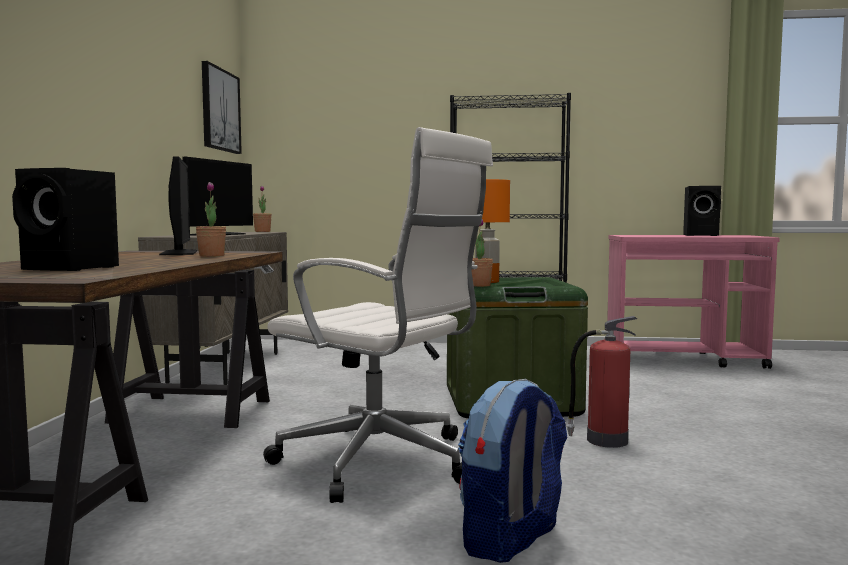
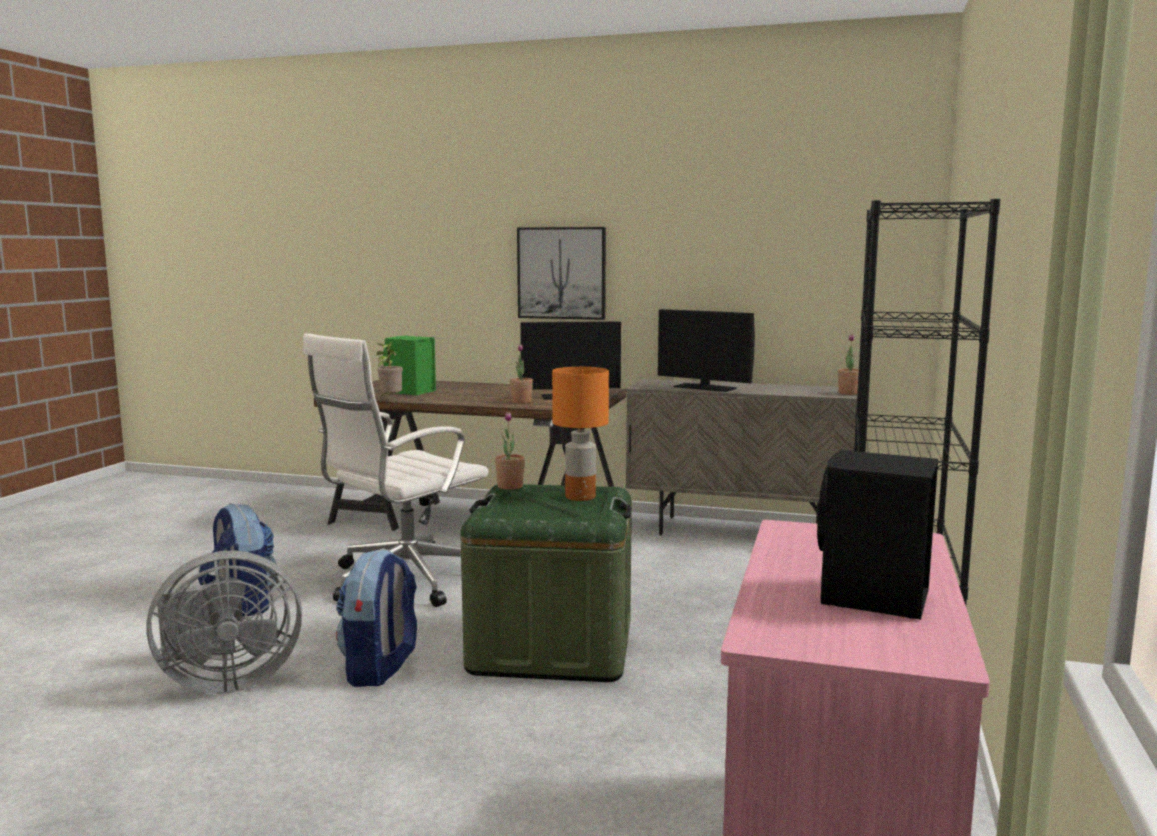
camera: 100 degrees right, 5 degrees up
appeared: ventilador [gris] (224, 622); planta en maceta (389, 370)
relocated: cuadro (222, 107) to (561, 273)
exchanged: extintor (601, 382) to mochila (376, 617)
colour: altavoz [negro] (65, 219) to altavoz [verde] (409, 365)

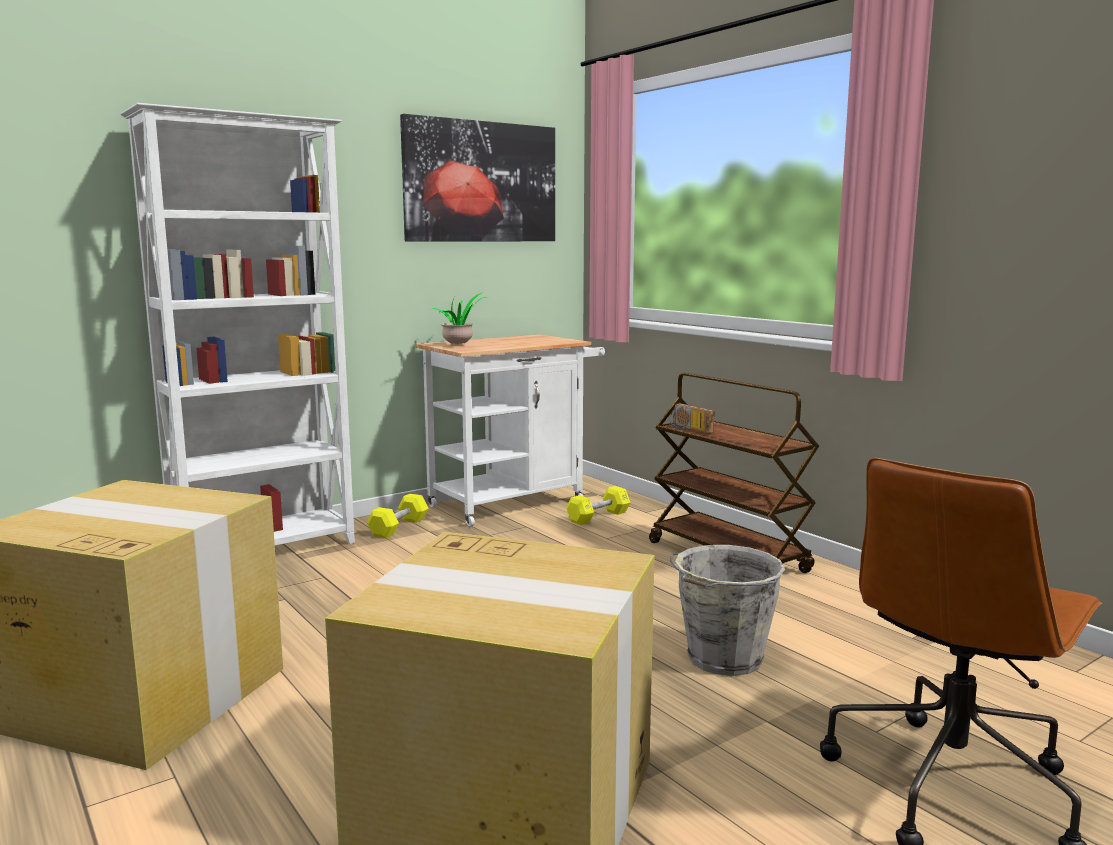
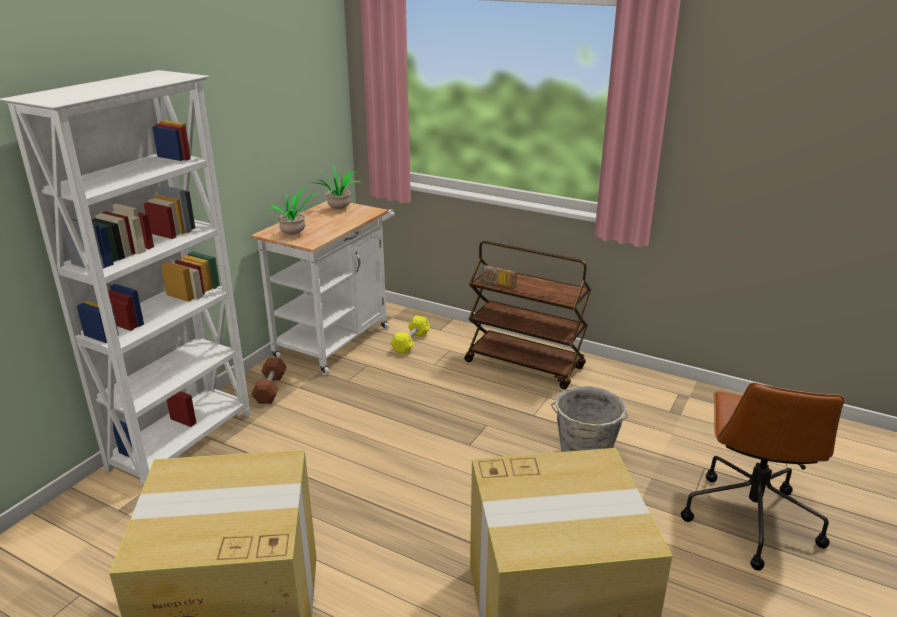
camera: 25 degrees left, 15 degrees up
missing: cuadro (477, 177)
appeared: planta en maceta (338, 188)
colour: mancuerna [amarillo] (398, 516) to mancuerna [marrón] (269, 381)

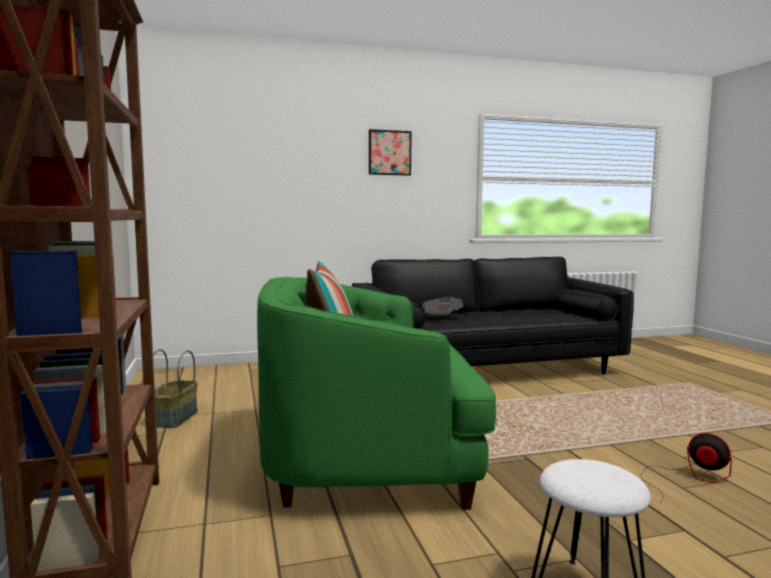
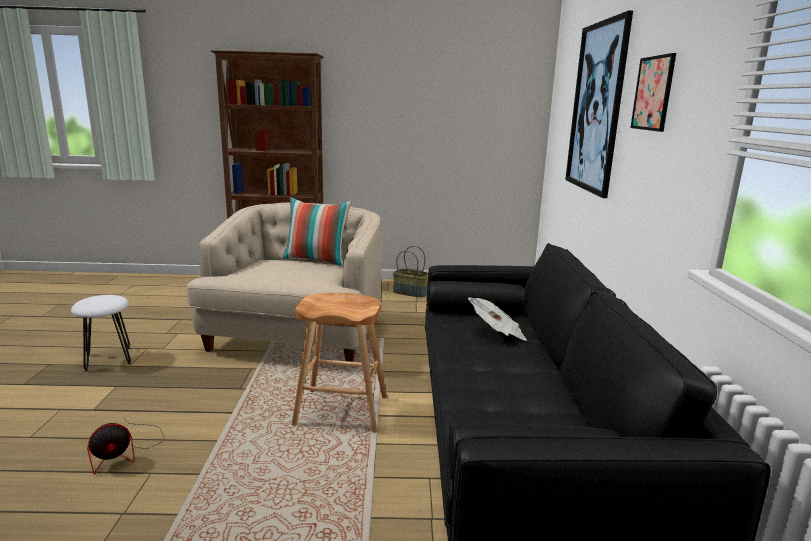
camera: 105 degrees right, 10 degrees up
appeared: taburete [marrón] (339, 363); cuadro (599, 104)
colour: sillón [verde] (376, 393) to sillón [beis] (284, 282)

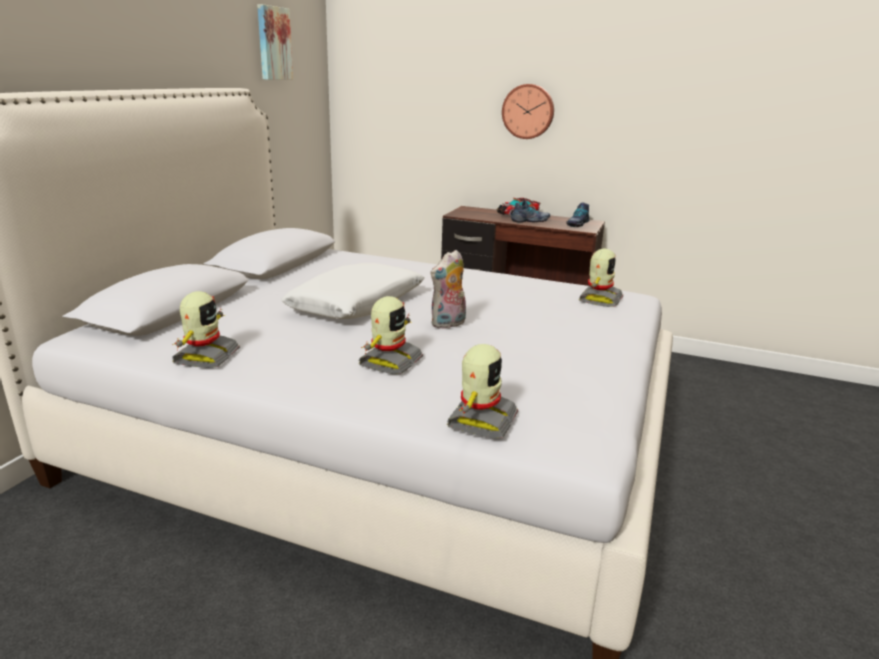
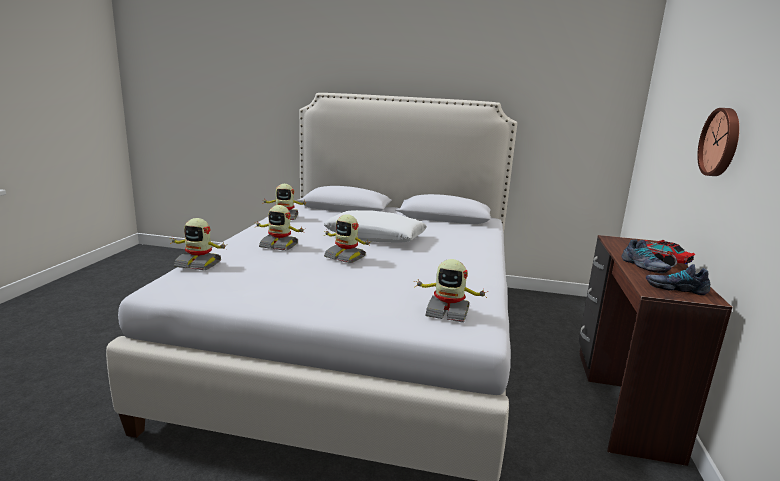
camera: 80 degrees right, 5 degrees down
missing: cuadro (275, 42)
exchanged: peluche (448, 289) to robot de juguete (348, 238)

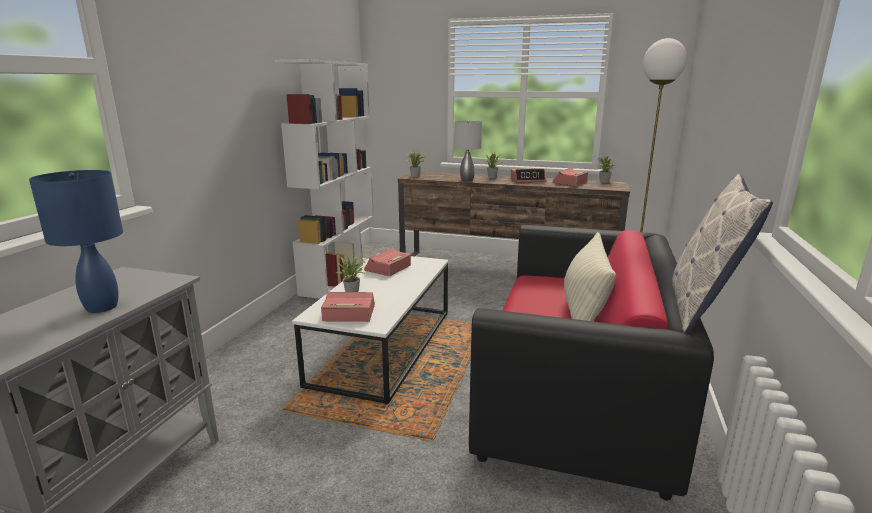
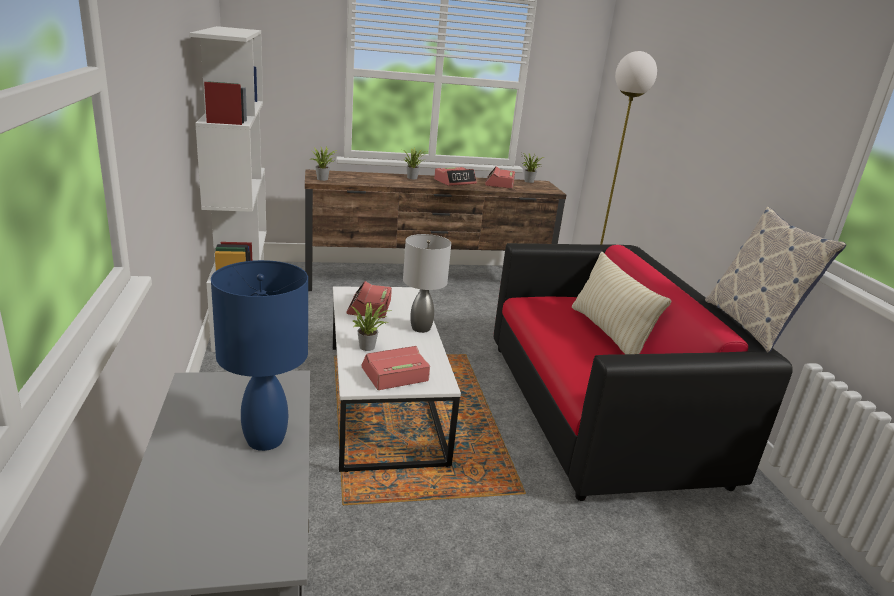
camera: 30 degrees left, 5 degrees up
relocated: lámpara de mesa [gris] (468, 151) to (427, 283)

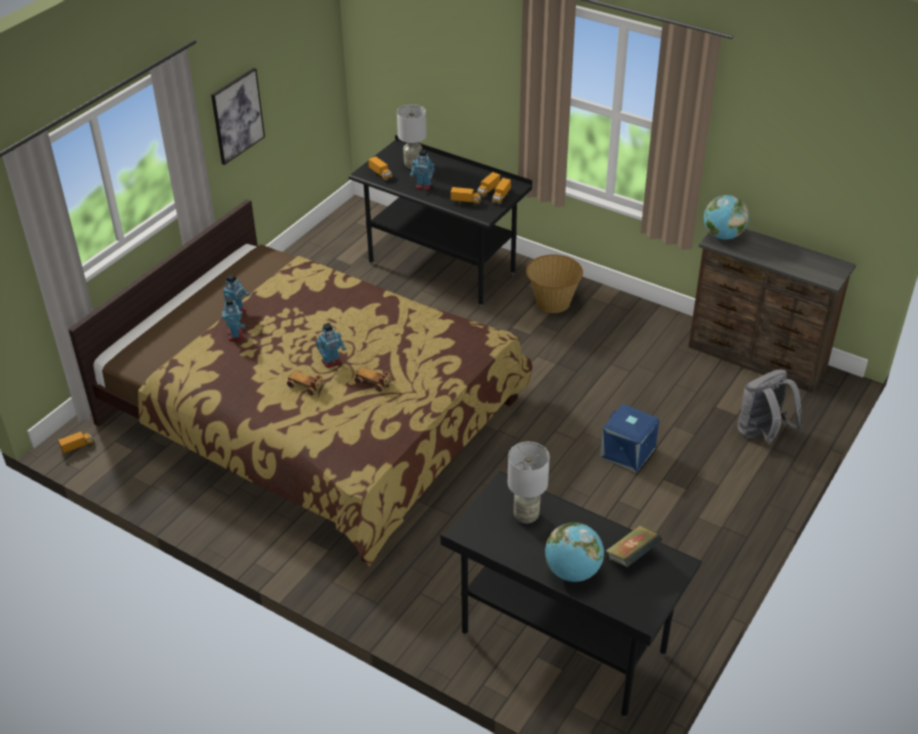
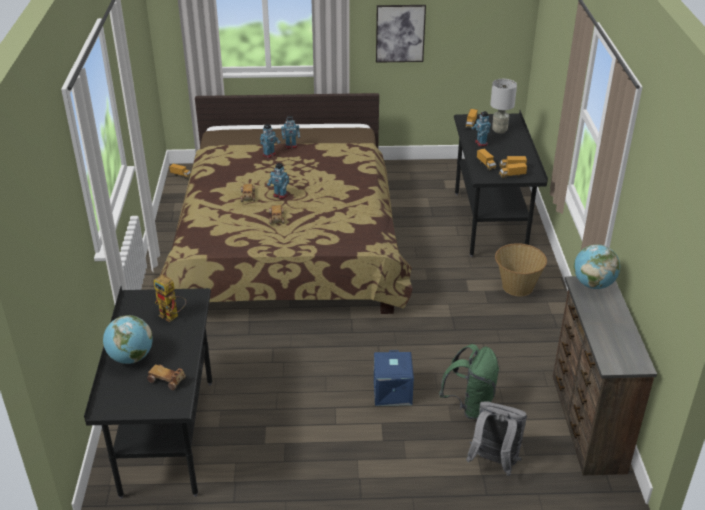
camera: 55 degrees right, 5 degrees down
appeared: mochila [verde] (469, 381)
exchanged: lámpara de mesa [gris] (529, 483) to robot de juguete (170, 298); libro (634, 546) to coche de juguete (166, 377)

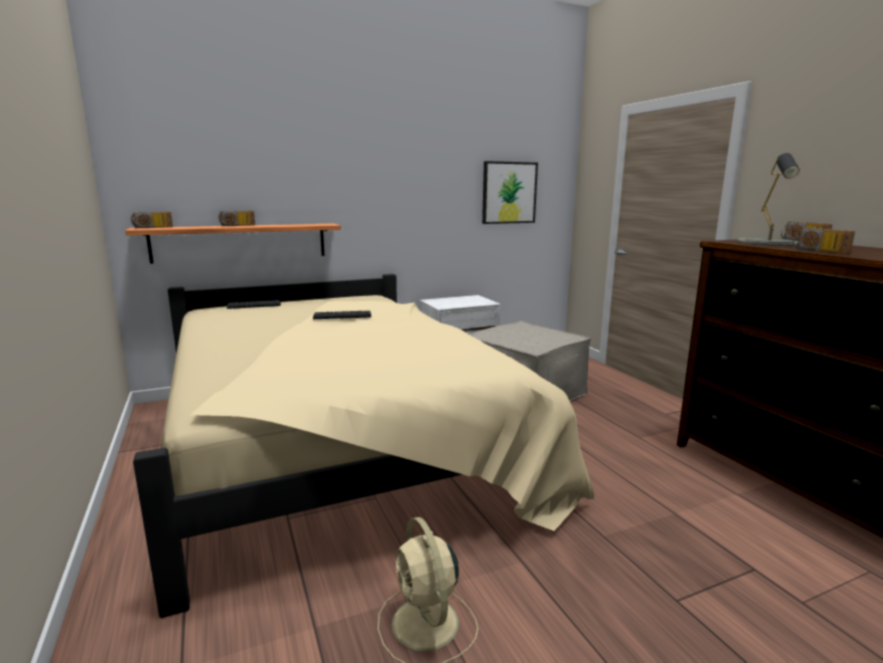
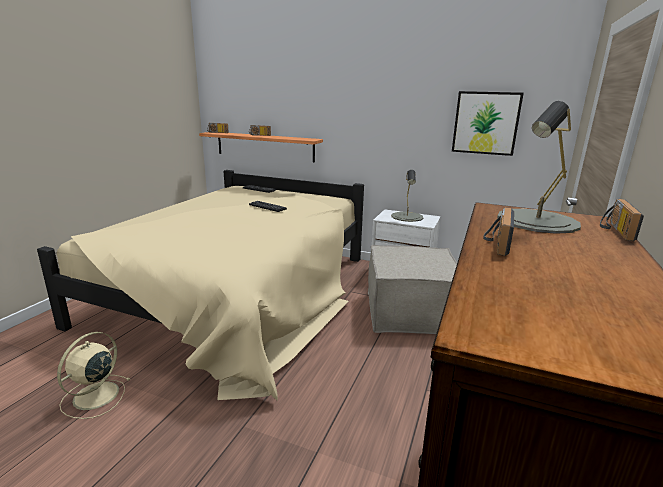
camera: 45 degrees right, 5 degrees up
appeared: lámpara de mesa [gris] (407, 196)

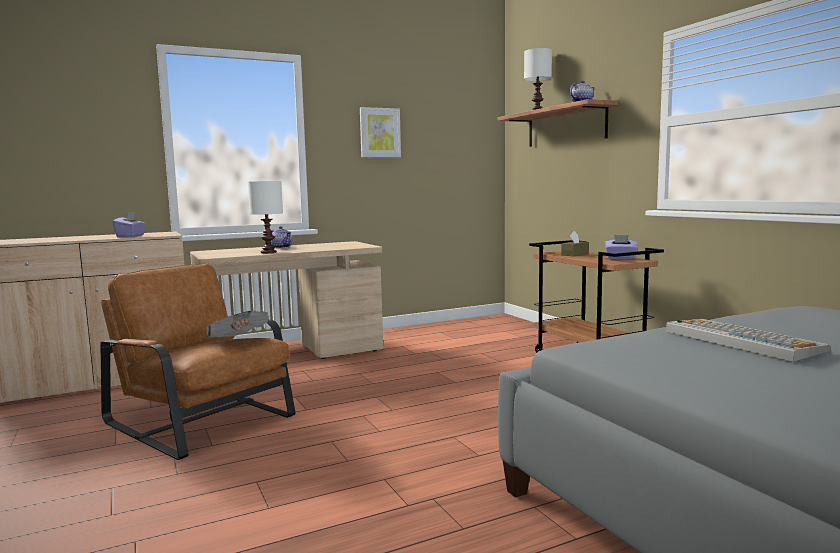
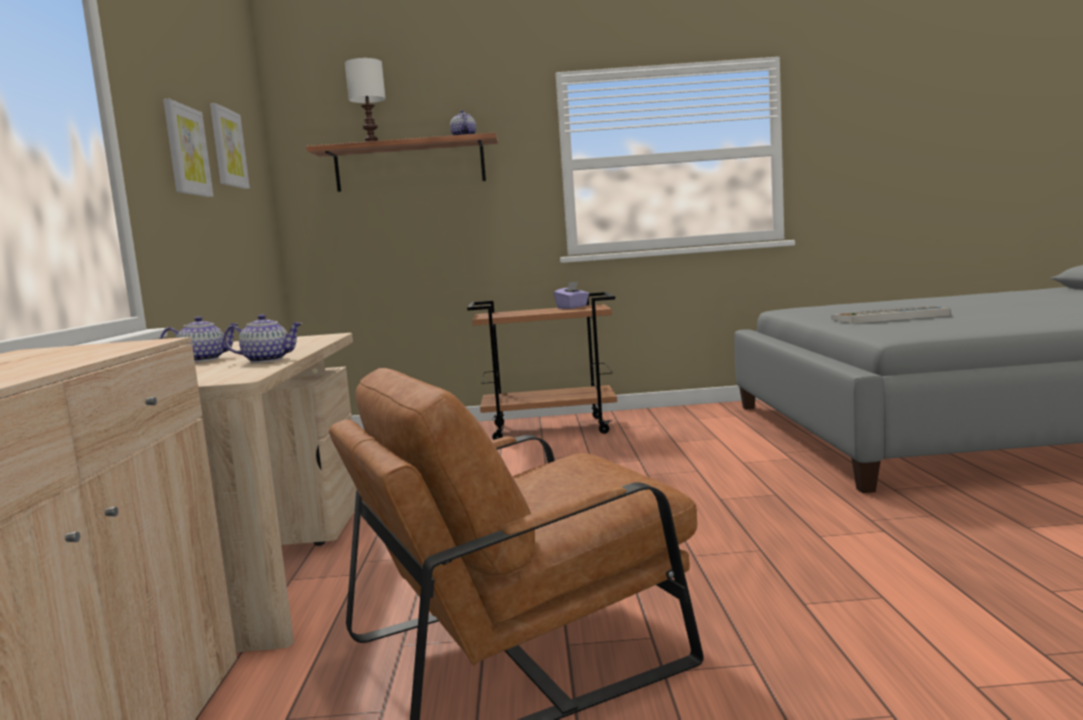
camera: 65 degrees left, 0 degrees up
missing: caja de pañuelos [morado] (129, 225); periódico (238, 324); caja de pañuelos [marrón] (575, 243)
appeared: cuadro (230, 146)
exchanged: lámpara de mesa [blanco] (265, 217) to tetera (263, 338)

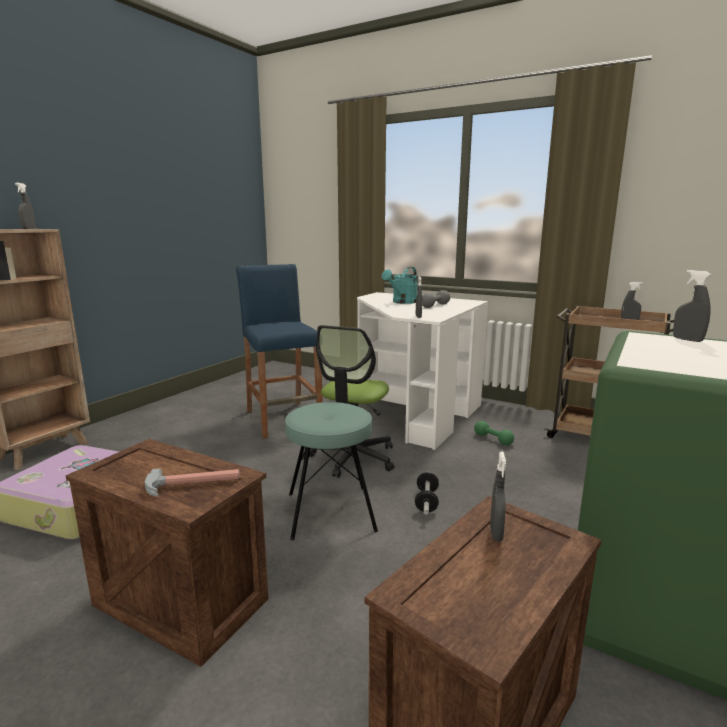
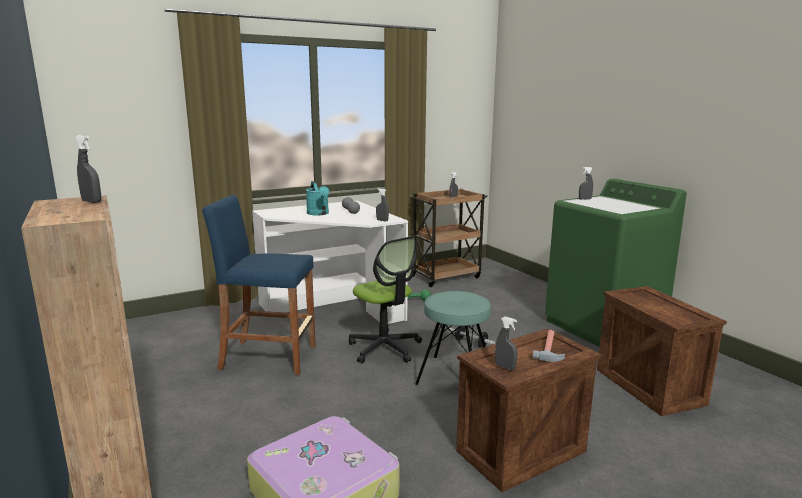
camera: 60 degrees left, 0 degrees up
relocated: pulverizador [gris] (498, 496) to (506, 343)

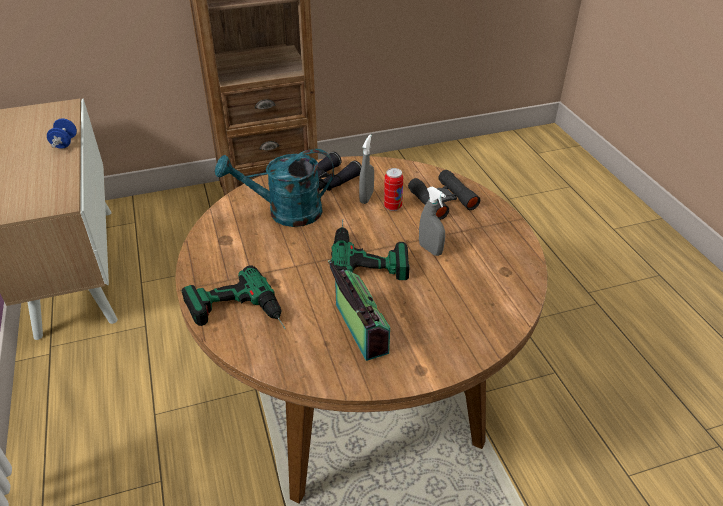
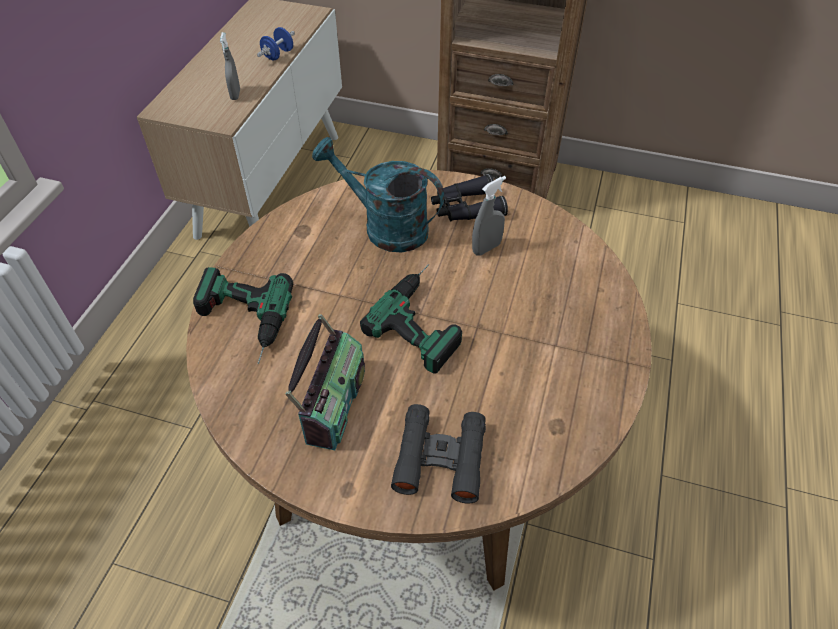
camera: 35 degrees right, 10 degrees up
missing: lata (393, 189)
relocated: prismáticos [negro] (444, 195) to (438, 454); pulverizador [gris] (432, 221) to (230, 66)

